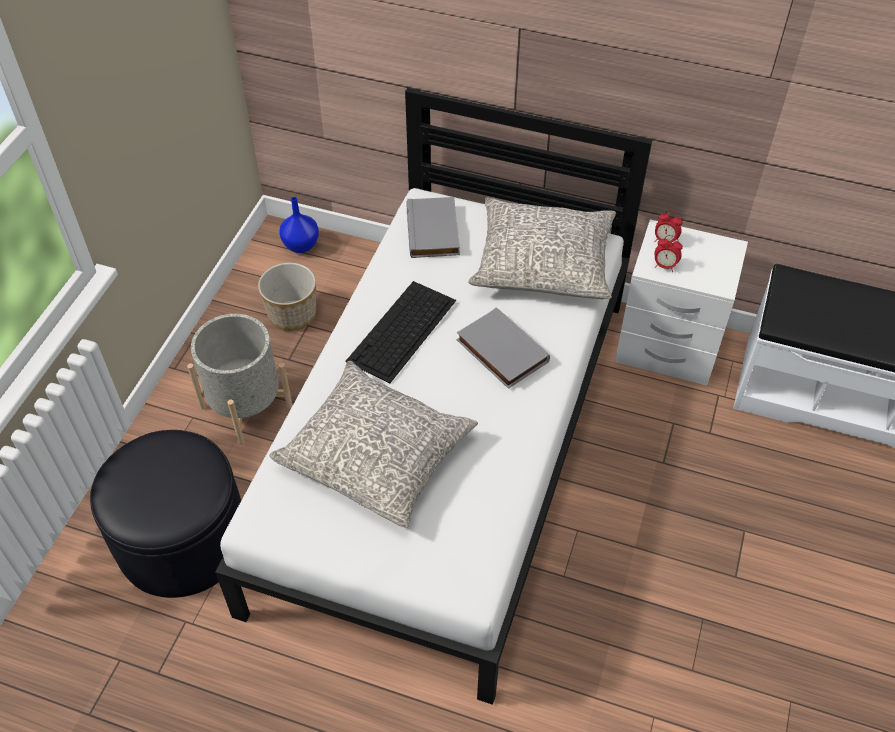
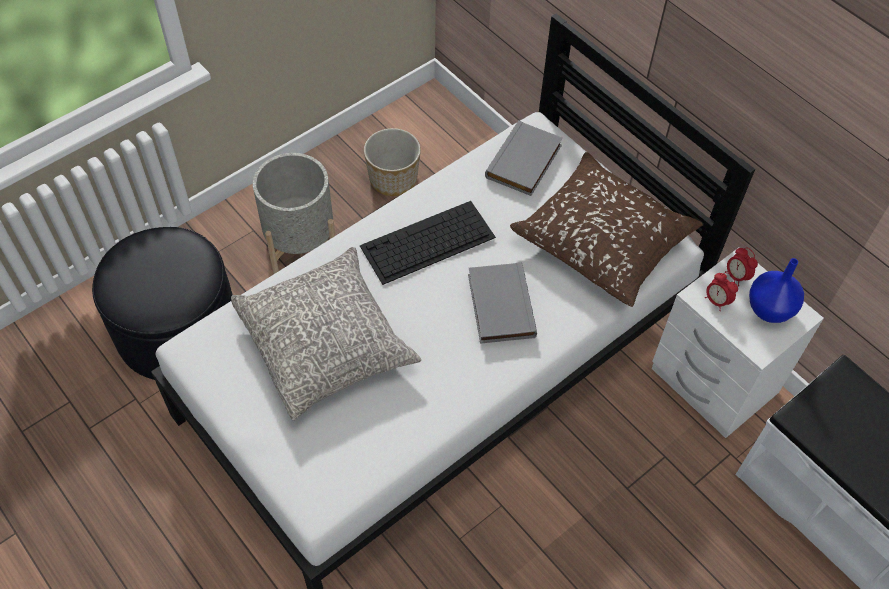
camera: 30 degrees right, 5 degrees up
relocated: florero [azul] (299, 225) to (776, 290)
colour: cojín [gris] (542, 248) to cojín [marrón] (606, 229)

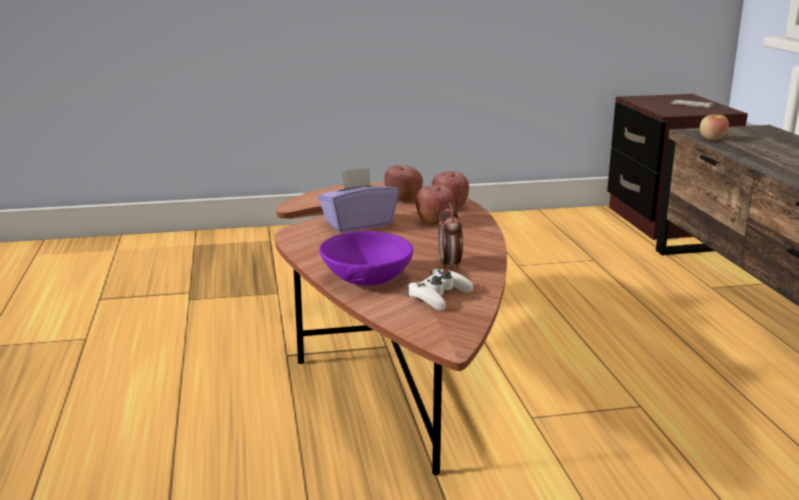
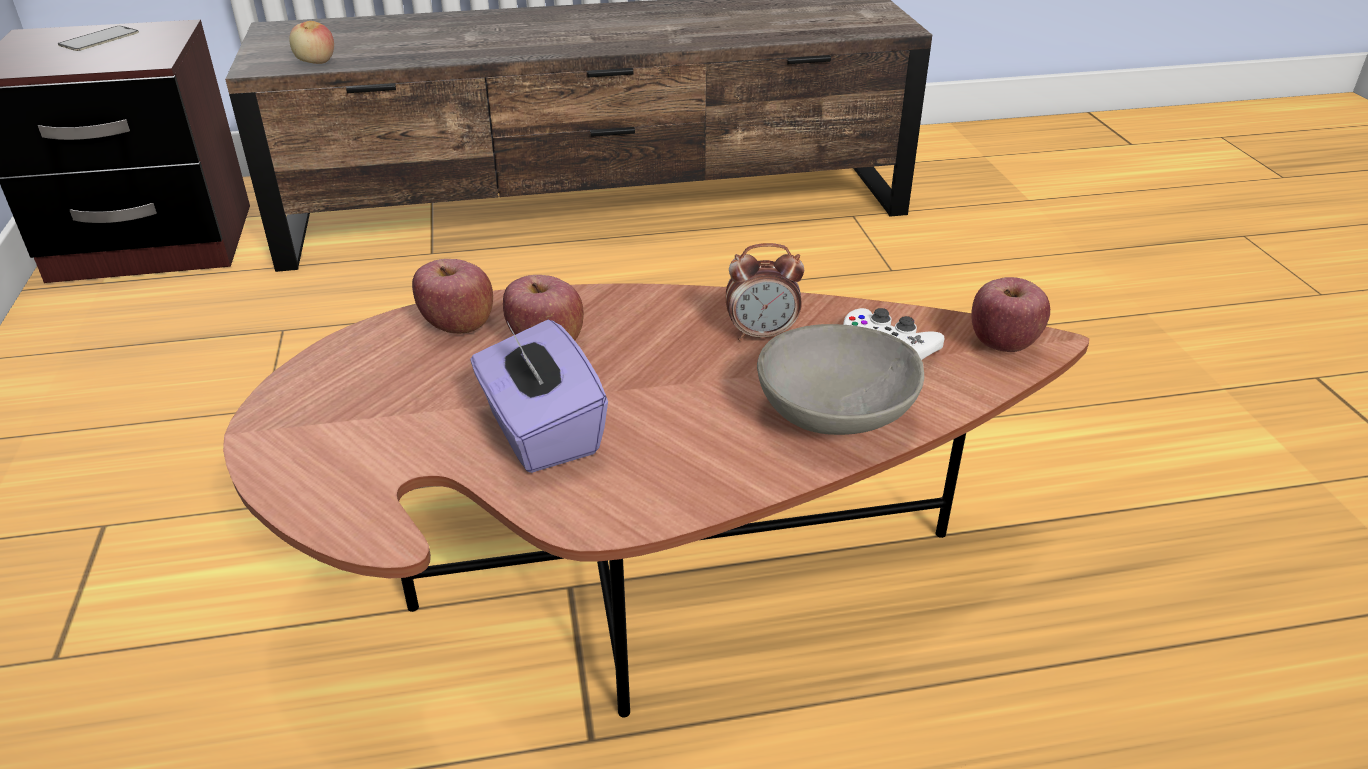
camera: 90 degrees left, 15 degrees up
relocated: manzana (404, 183) to (1010, 314)
colour: cuenco [morado] (366, 258) to cuenco [gris] (840, 379)

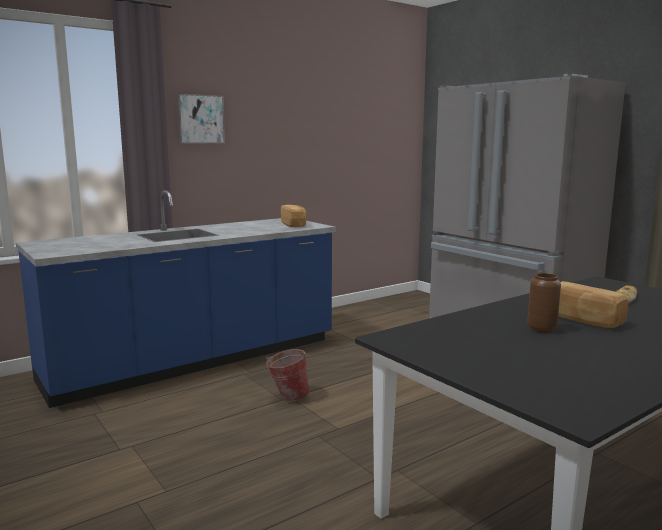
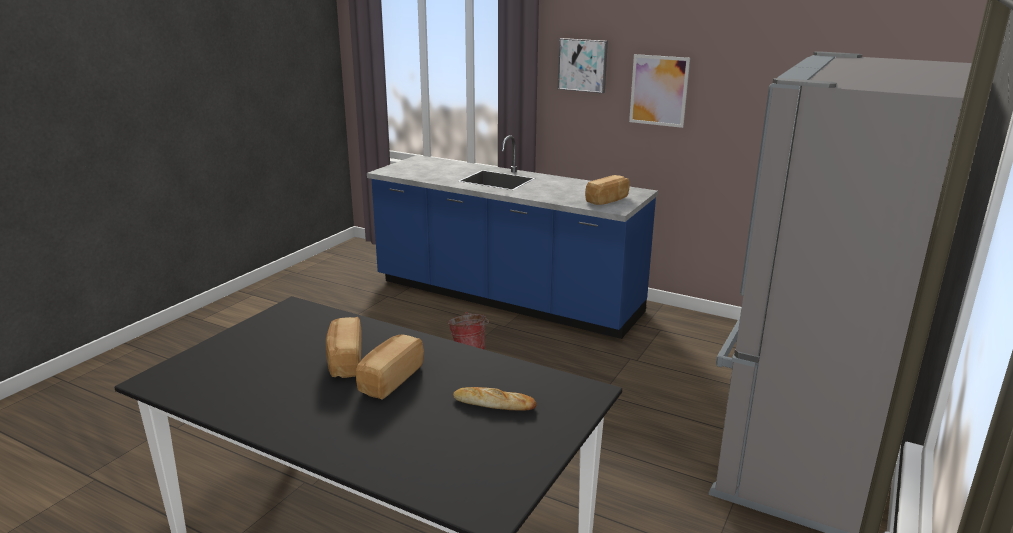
camera: 65 degrees right, 10 degrees up
appeared: cuadro (659, 91)
exchanged: florero [marrón] (544, 303) to pan (344, 347)

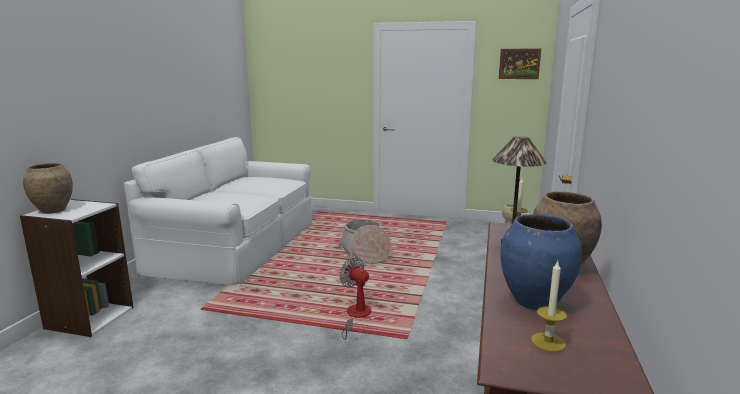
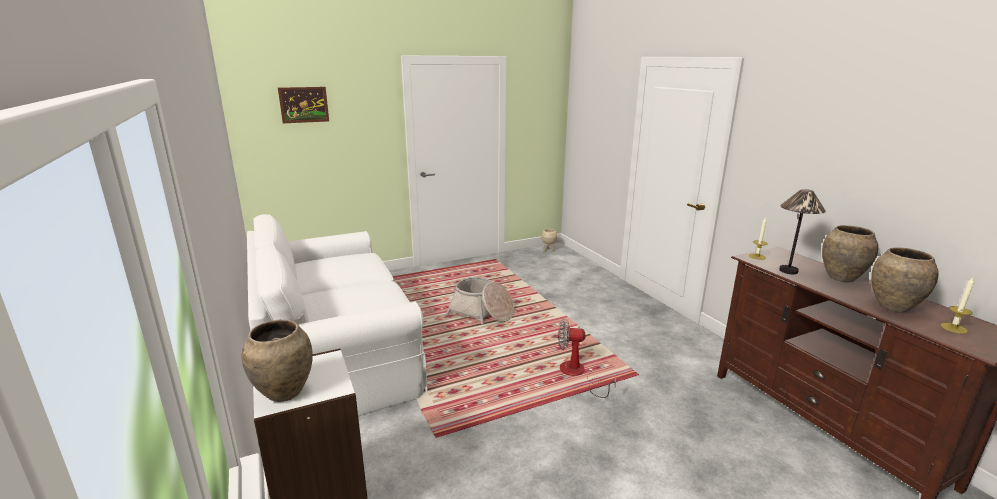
camera: 40 degrees left, 5 degrees up
relocated: cuadro (520, 64) to (303, 105)
colour: florero [azul] (541, 262) to florero [marrón] (905, 279)

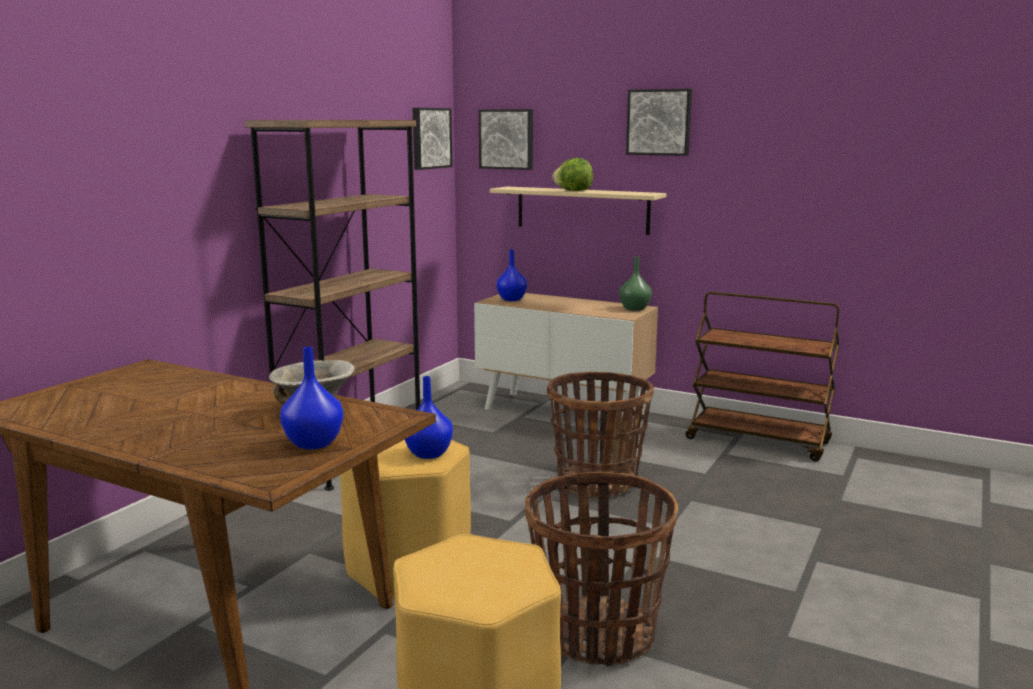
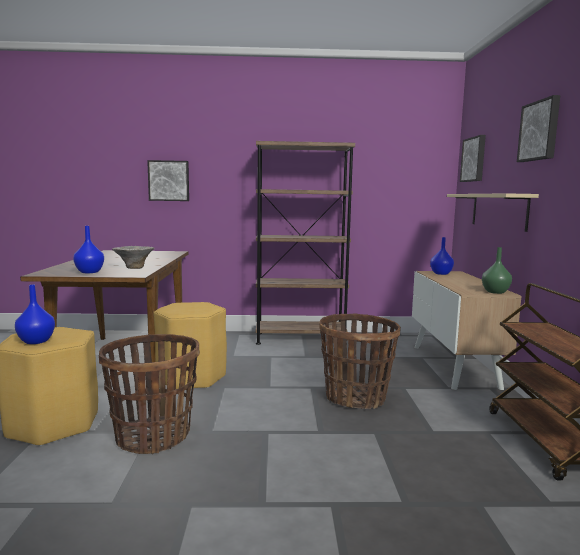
camera: 60 degrees right, 5 degrees down
missing: lechuga (572, 174)
relocated: florero [azul] (429, 417) to (35, 314); cuadro (433, 139) to (168, 180)

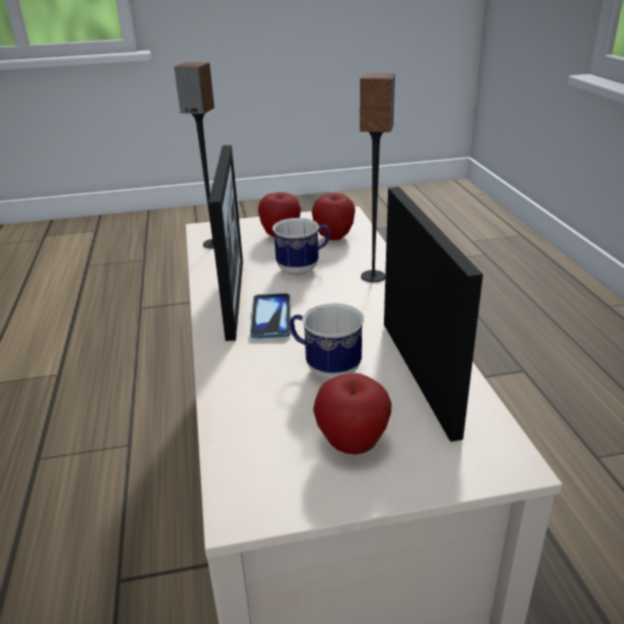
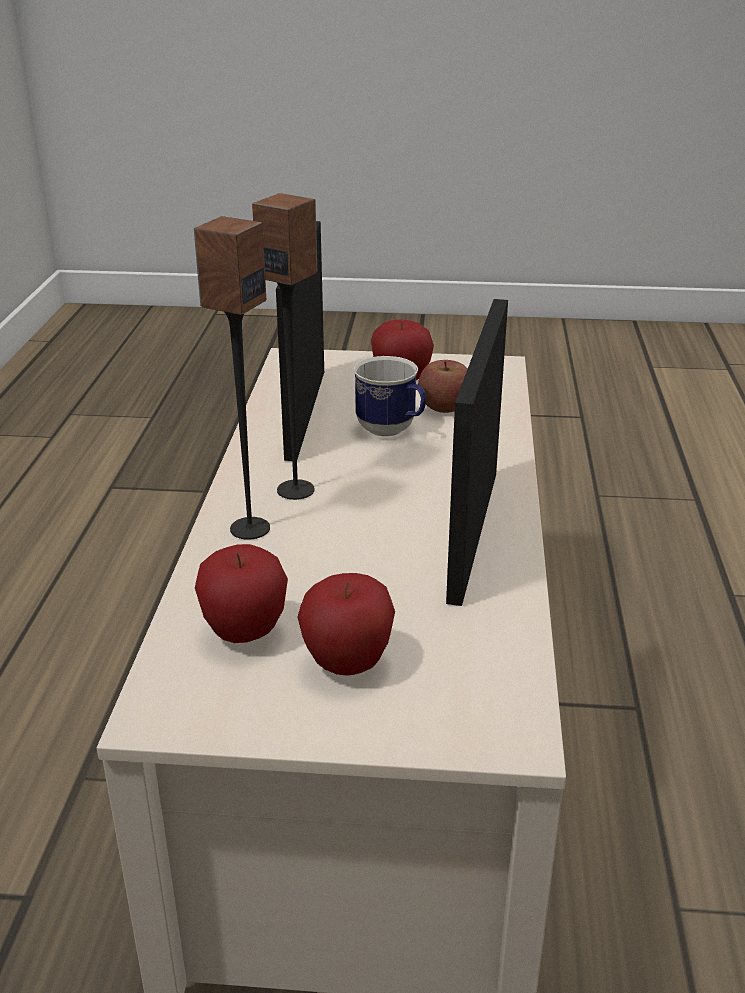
camera: 165 degrees left, 0 degrees up
missing: móvil (270, 315); taza grande (301, 246)
appeared: manzana (442, 386)
relocated: altavoz (194, 155) to (284, 346)

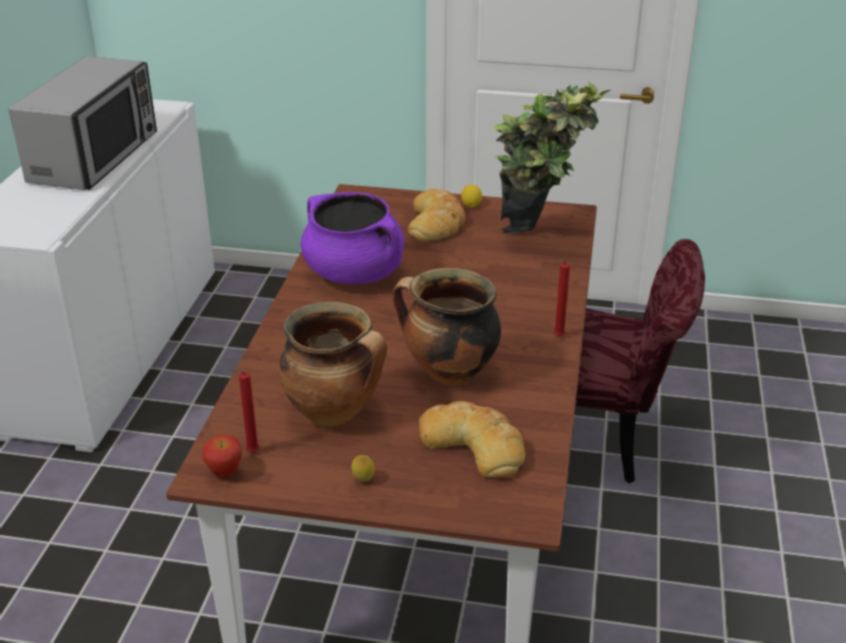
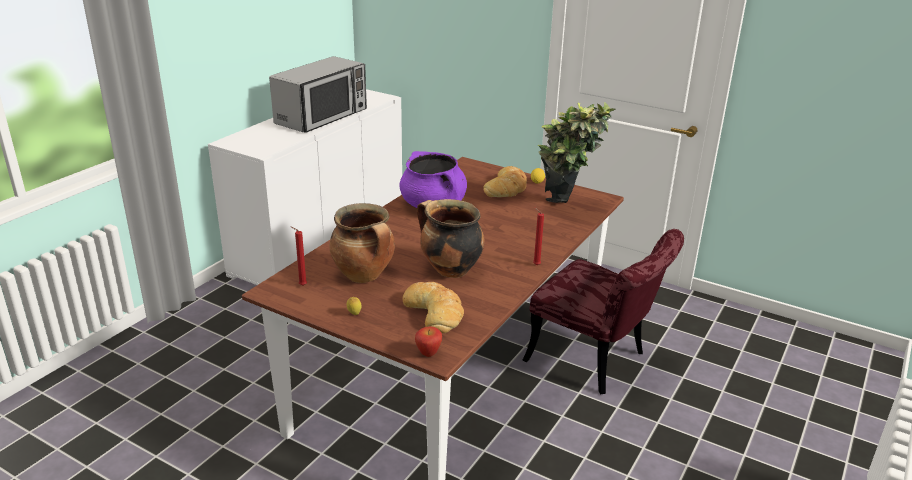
camera: 20 degrees right, 5 degrees down
relocated: manzana (222, 456) to (428, 341)

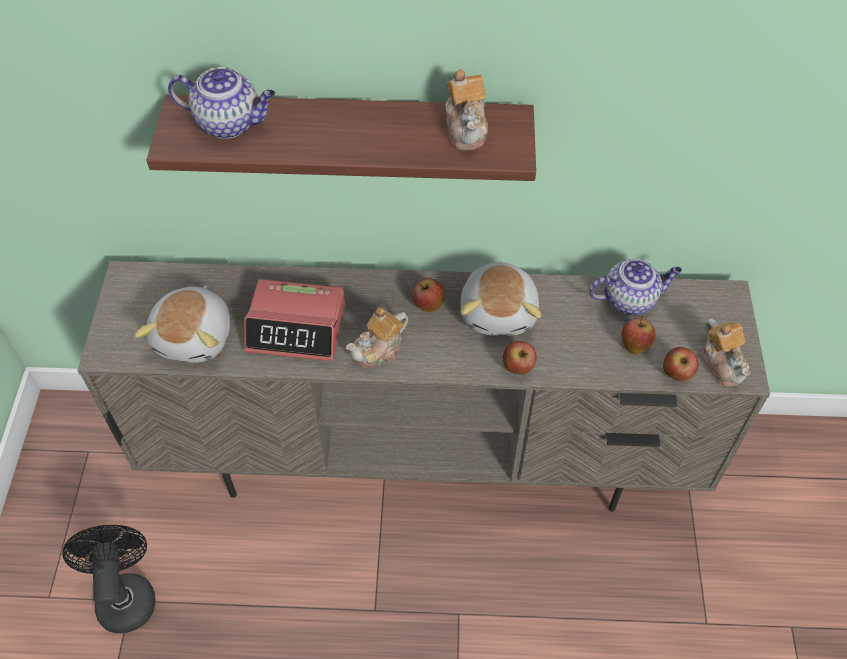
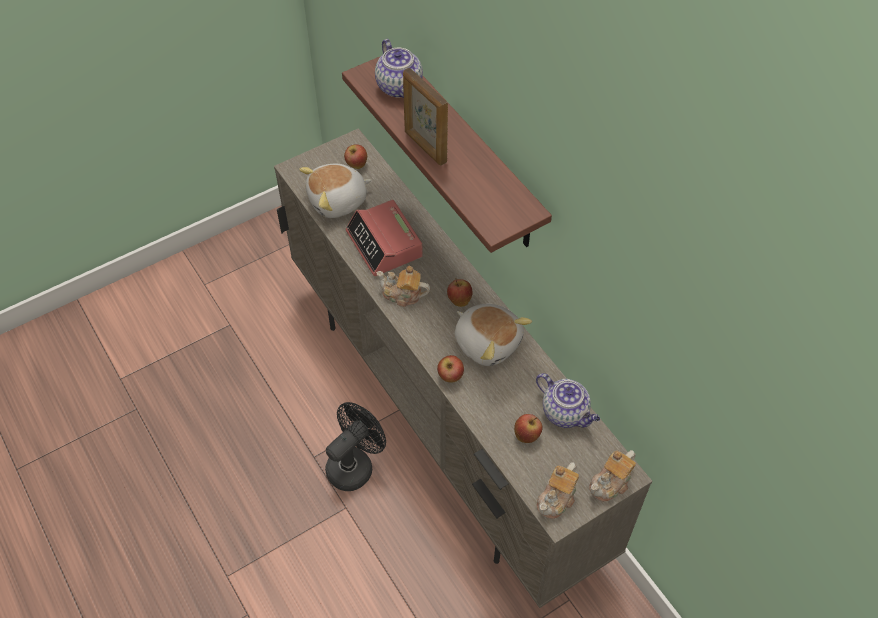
camera: 55 degrees right, 0 degrees up
appeared: portarretratos (425, 116)
relocated: ventilador [negro] (108, 579) to (355, 446); tetera (466, 109) to (612, 476); manzana (681, 364) to (355, 156)
spun: peluche (500, 298) = (493, 335) 105 degrees counterclockwise

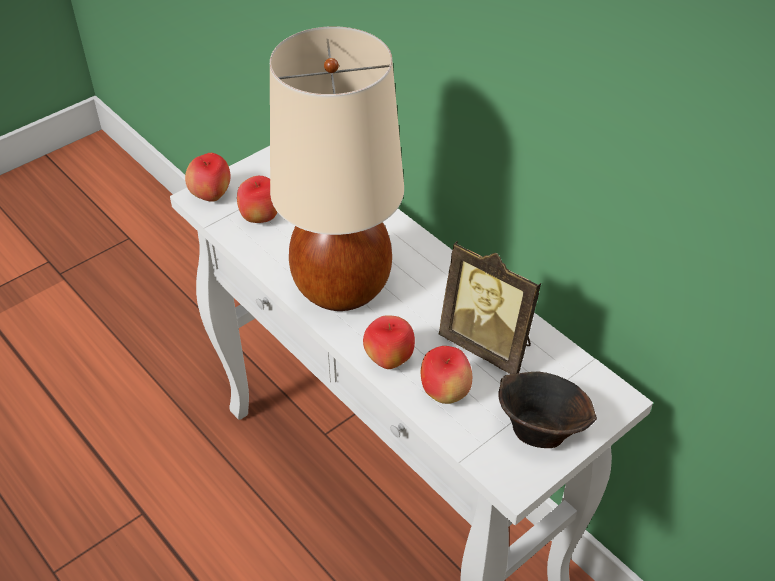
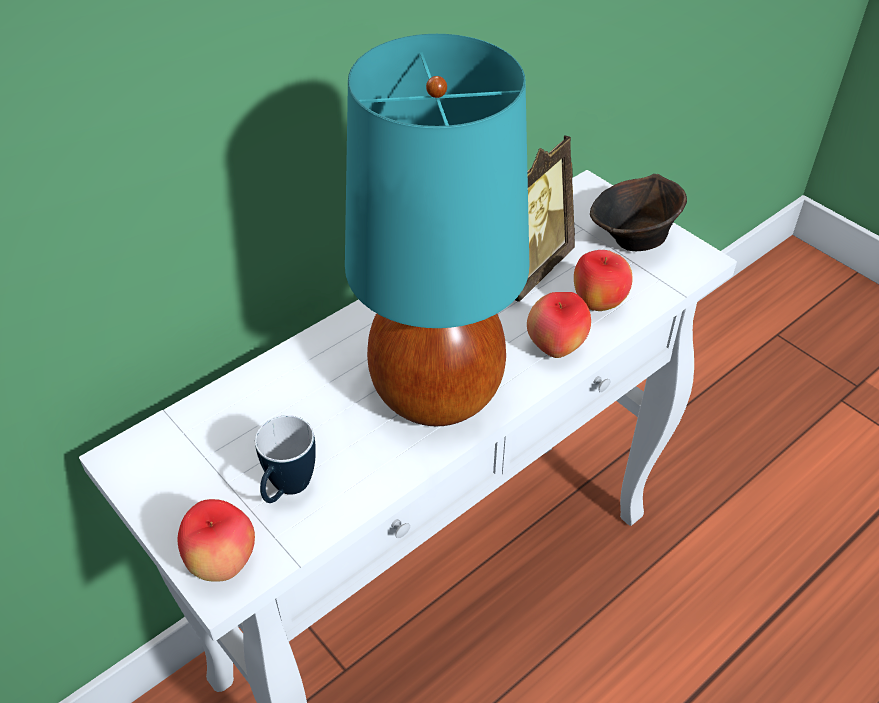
camera: 90 degrees left, 0 degrees up
exchanged: manzana (257, 199) to taza grande (285, 459)
colour: lámpara de mesa [beis] (337, 168) to lámpara de mesa [turquesa] (437, 230)

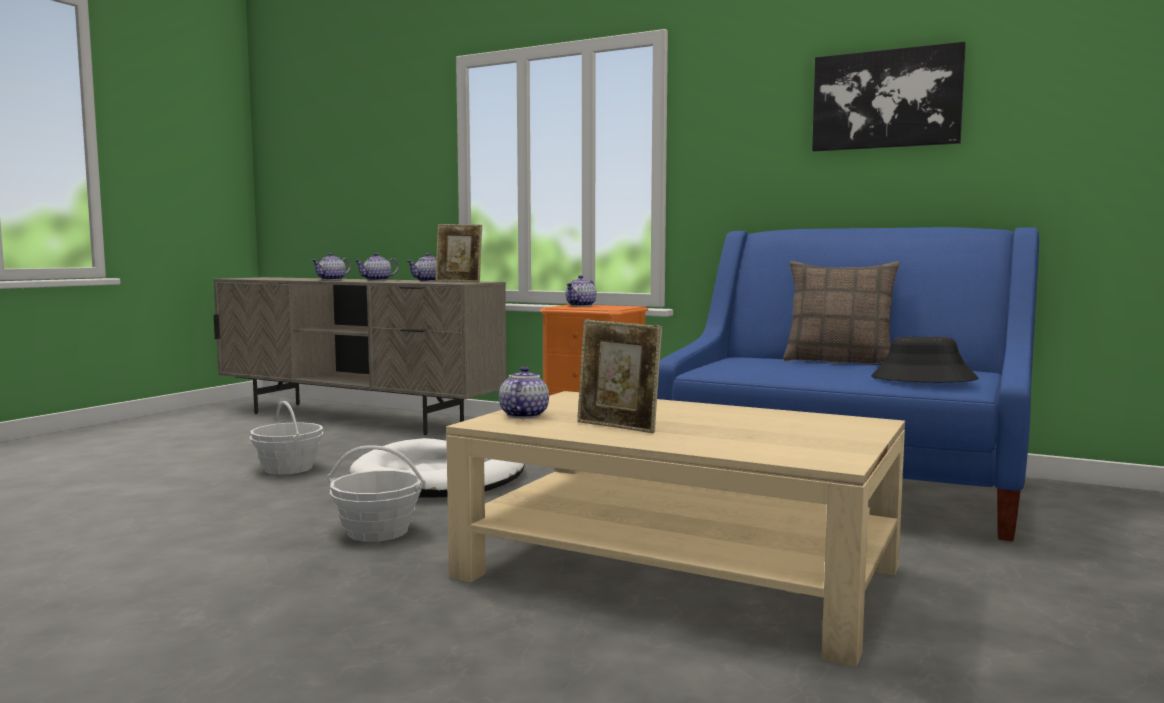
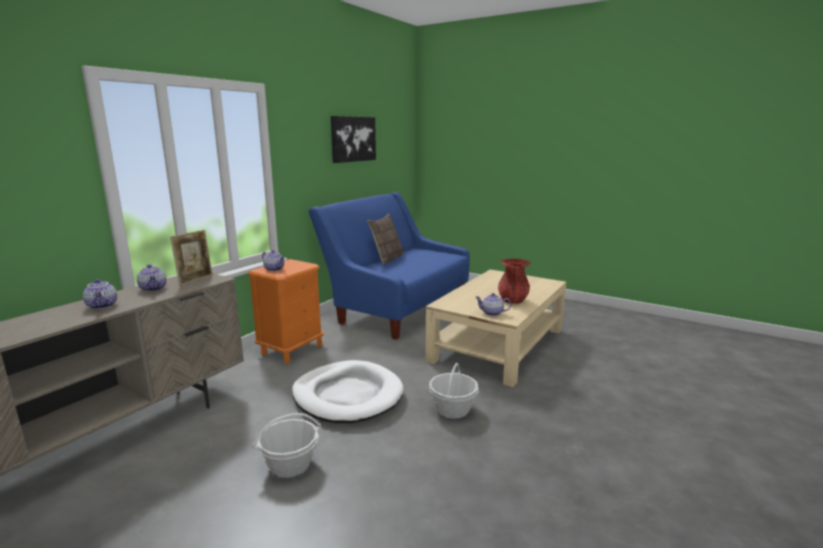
camera: 85 degrees left, 10 degrees up
missing: tetera (331, 266); sombrero [negro] (925, 359)
exchanged: portarretratos (619, 376) to florero [rojo] (514, 281)

